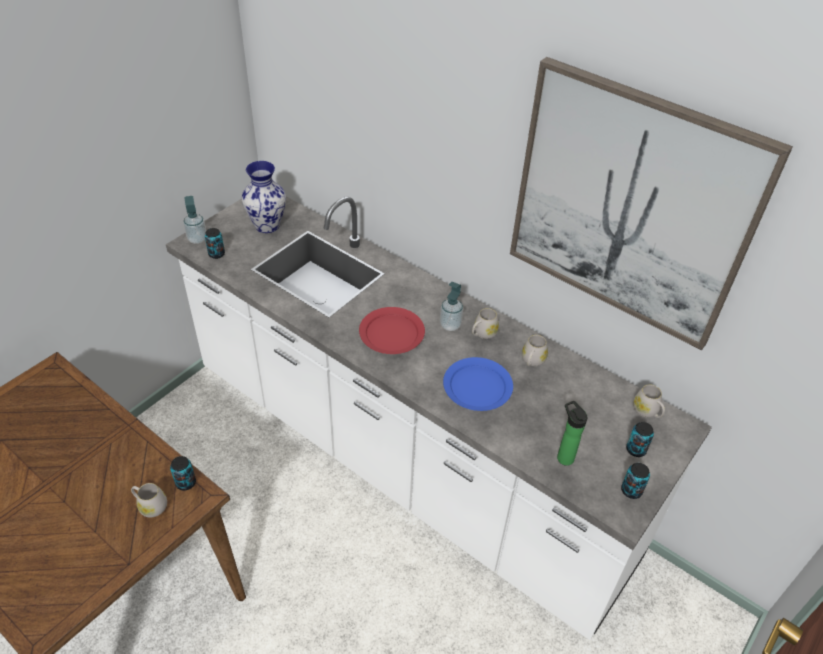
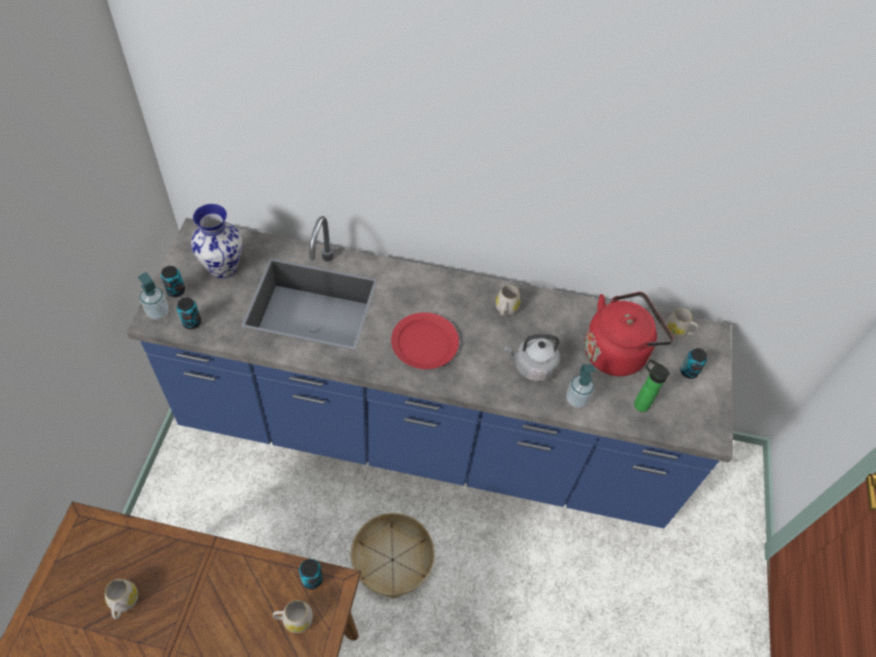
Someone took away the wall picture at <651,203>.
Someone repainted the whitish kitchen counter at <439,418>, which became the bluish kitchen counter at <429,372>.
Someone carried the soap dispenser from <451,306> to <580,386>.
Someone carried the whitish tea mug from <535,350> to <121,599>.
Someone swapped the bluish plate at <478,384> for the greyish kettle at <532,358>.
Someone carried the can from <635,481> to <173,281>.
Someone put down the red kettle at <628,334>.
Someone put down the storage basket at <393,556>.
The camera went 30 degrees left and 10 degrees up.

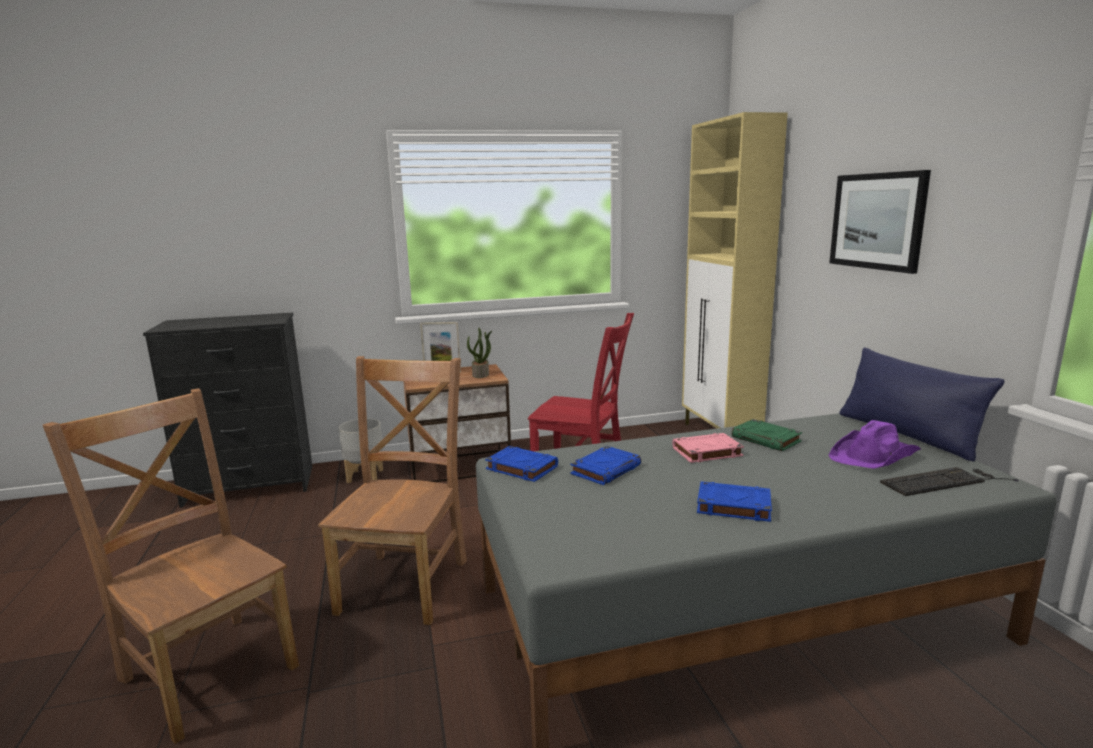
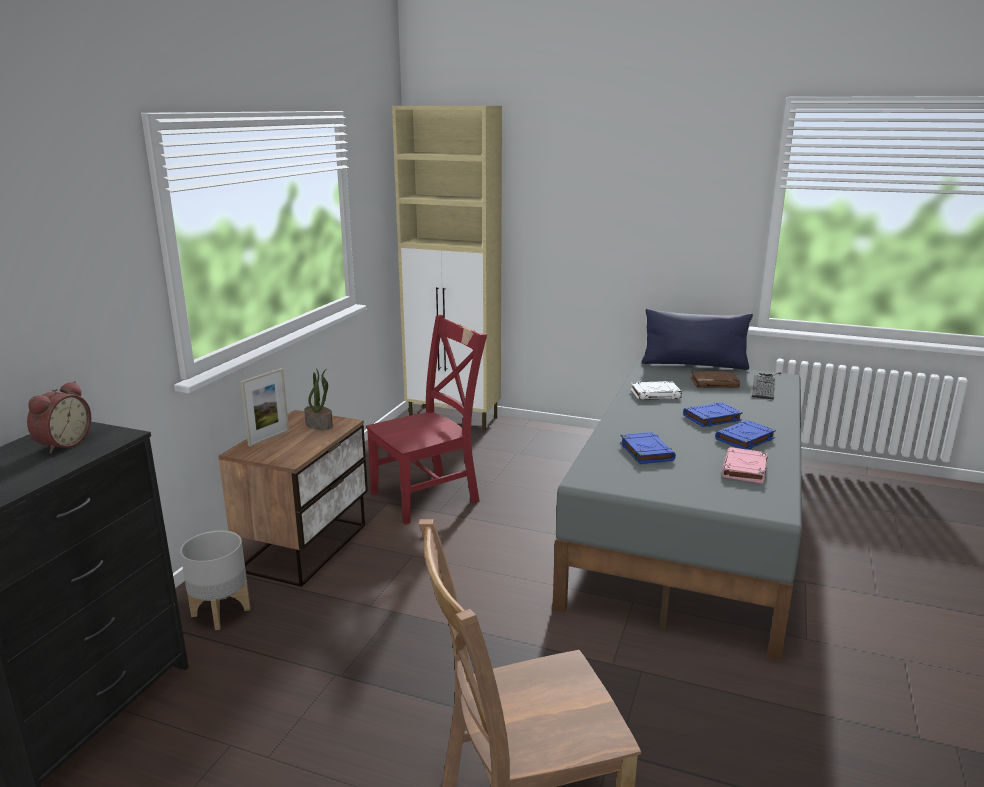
Someone took away the wall picture at <880,222>.
Someone took away the brown upright chair at <392,490>.
Someone repainted the green-coloured book at <767,435>, which became the whitish book at <656,390>.
Someone swapped the purplish hat at <875,444> for the brown book at <715,379>.
Someone carried the pink book from <708,448> to <745,465>.
Someone carried the bluish book from <521,464> to <713,414>.
Someone put down the bedside clock at <59,417>.
The camera went 55 degrees left and 5 degrees up.

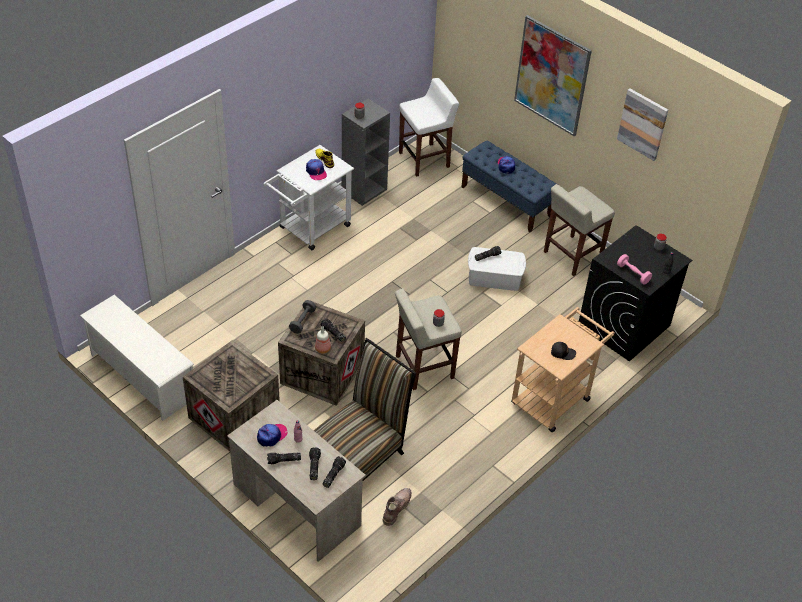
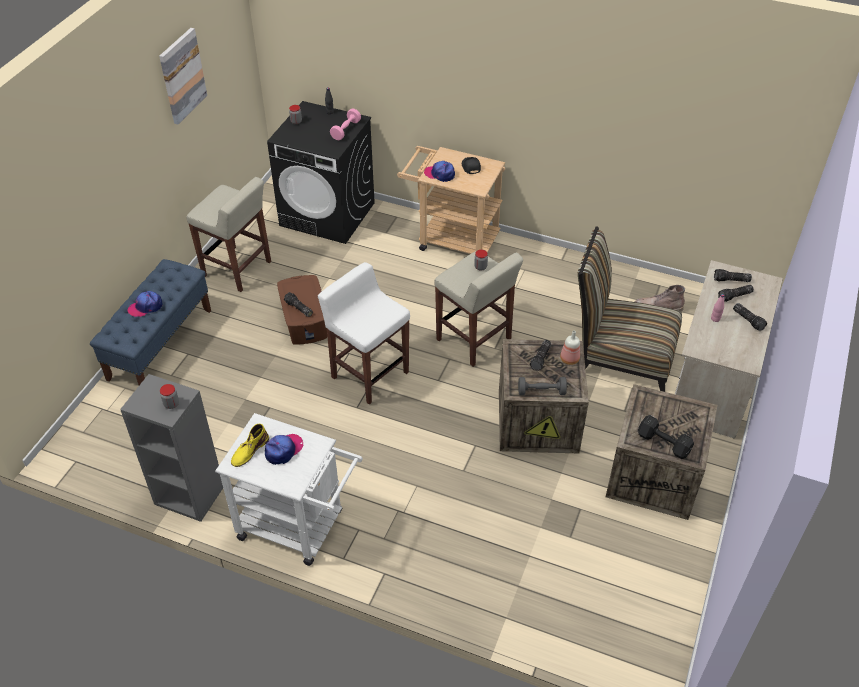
Someone took away the wall picture at <553,75>.
Someone carried the whitish sitting stool from <429,127> to <364,333>.
Someone repainted the whitish storage container at <497,269>, which became the brown storage container at <302,310>.
Someone took away the whitish shoe rack at <137,358>.
Someone carried the peaked cap from <272,435> to <439,171>.
Someone put down the black hand weight at <666,437>.
The camera went 110 degrees left and 0 degrees up.

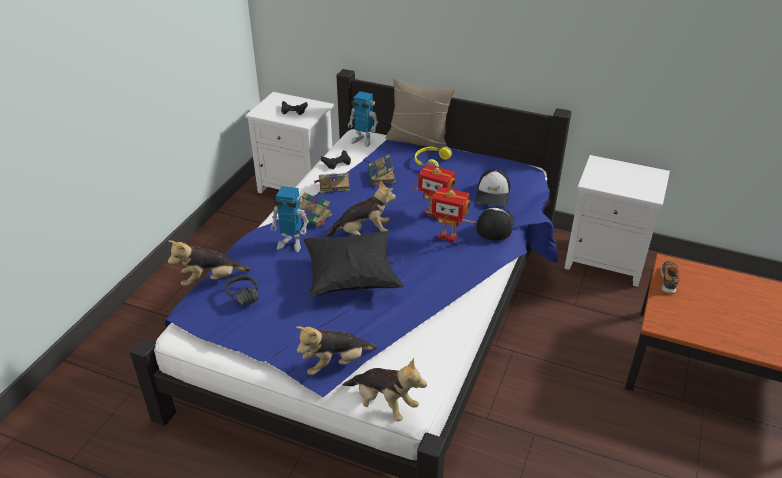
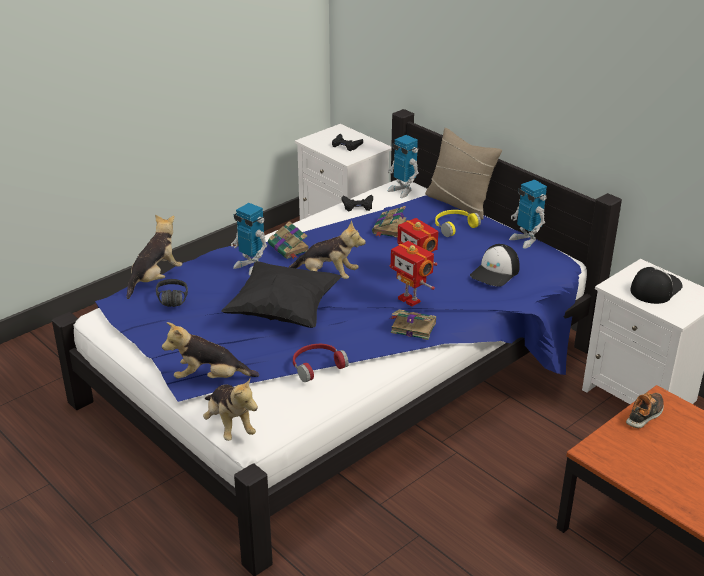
Someone carried the book from <332,183> to <413,324>.
Someone carried the peaked cap from <495,224> to <656,285>.
Someone rotated the plush toy at <209,263> by 120 degrees clockwise.
Someone put down the toy robot at <528,214>.
Someone put down the red pair of headphones at <321,363>.
The camera went 25 degrees right and 5 degrees down.

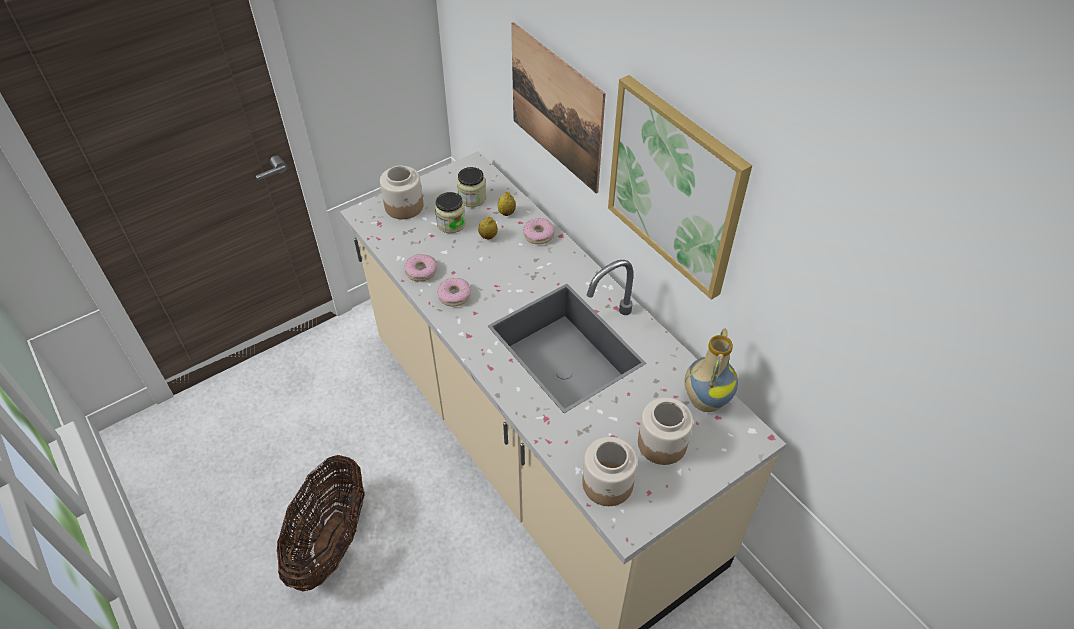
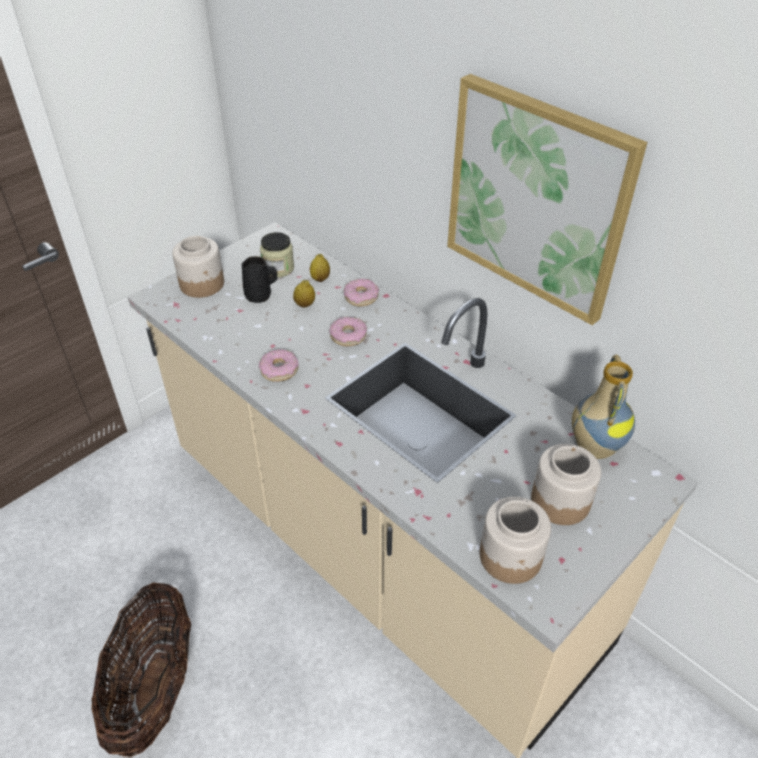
Someone took away the wall picture at <558,107>.
Someone swapped the storage jar at <450,212> for the black tea mug at <260,279>.
Someone carried the donut from <420,267> to <348,331>.
The camera went 10 degrees left and 5 degrees down.

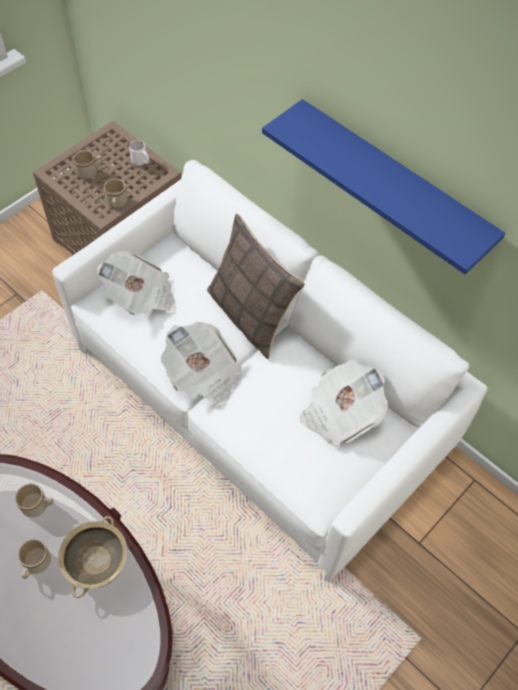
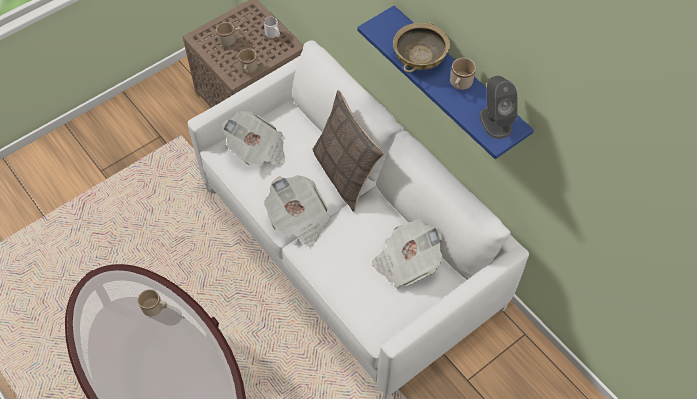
Someone carried the beige-coloured serving bowl from <92,557> to <421,47>.
Someone carried the beige-coloured tea mug from <34,559> to <463,74>.
Someone put down the greyish speaker at <498,107>.
The camera went 10 degrees right and 0 degrees up.

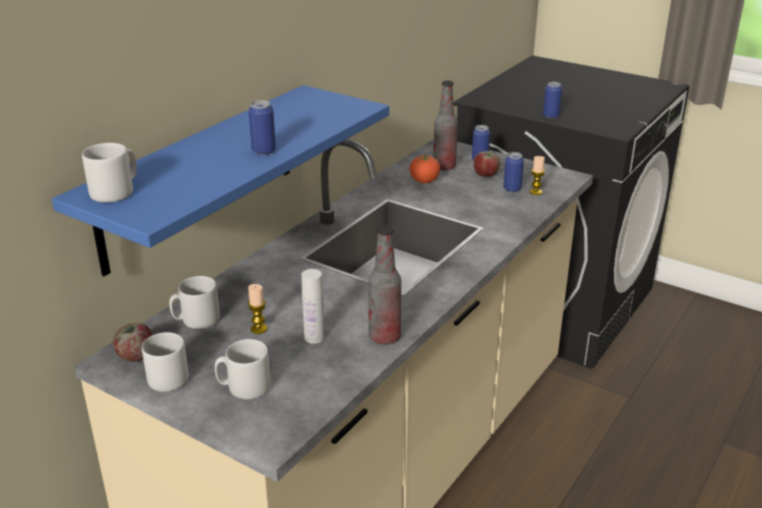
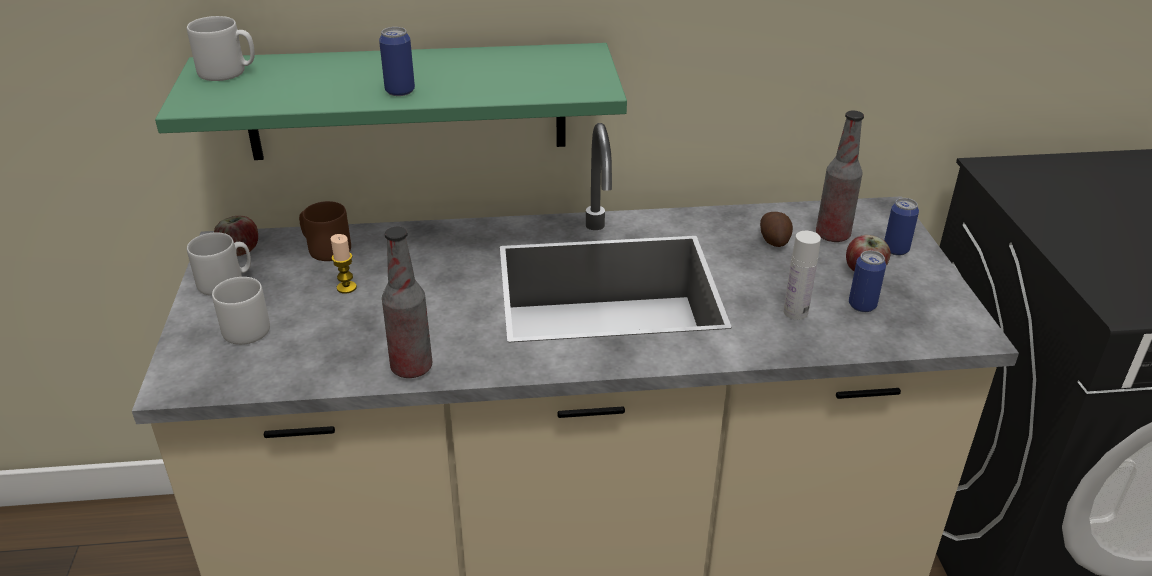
Someone took away the can at <552,100>.
Someone repainted the bluish shelf at <220,180>, which became the green-coloured shelf at <391,101>.
Someone swapped the whole tomato at <424,168> for the spud at <776,229>.
Someone took away the wax candle at <537,175>.
Someone carried the whitish beverage bottle from <313,306> to <802,275>.
Someone repainted the greyish tea mug at <194,302>, which became the brown tea mug at <325,231>.
The camera went 50 degrees right and 5 degrees up.

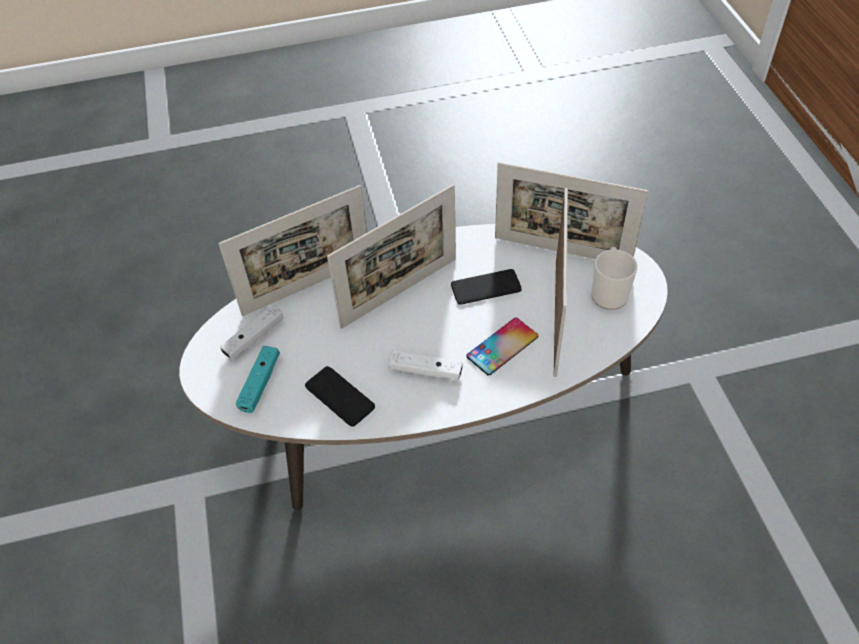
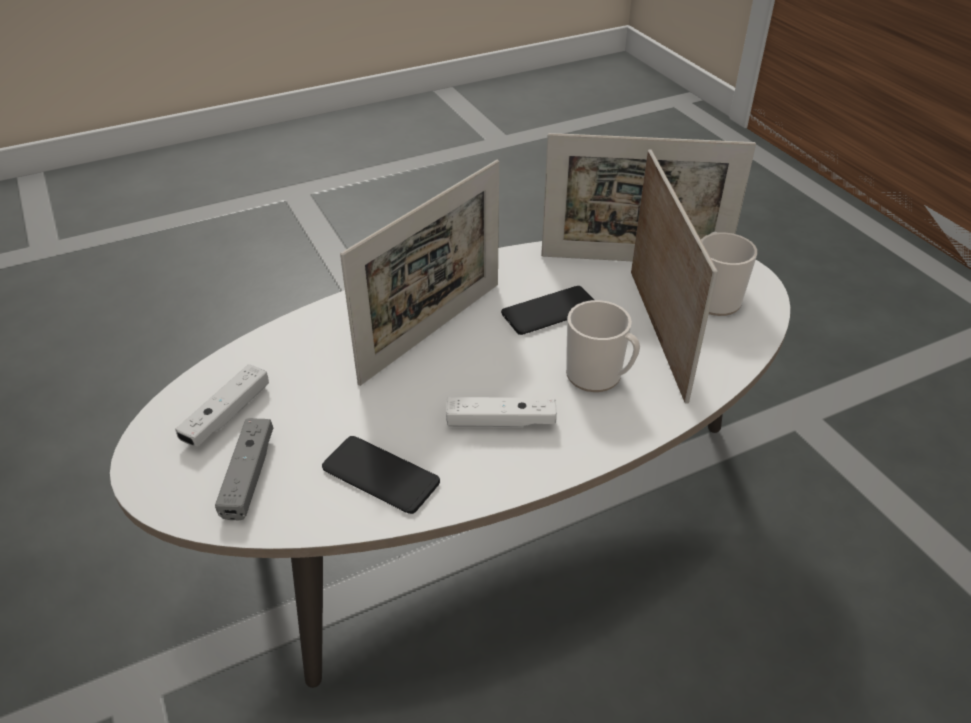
Someone took away the photo frame at <292,250>.
Someone swapped the phone at <502,347> for the tea mug at <603,346>.
Someone repainted the turquoise gamepad at <258,379>, which became the greyish gamepad at <244,469>.
The camera went 15 degrees left and 10 degrees down.

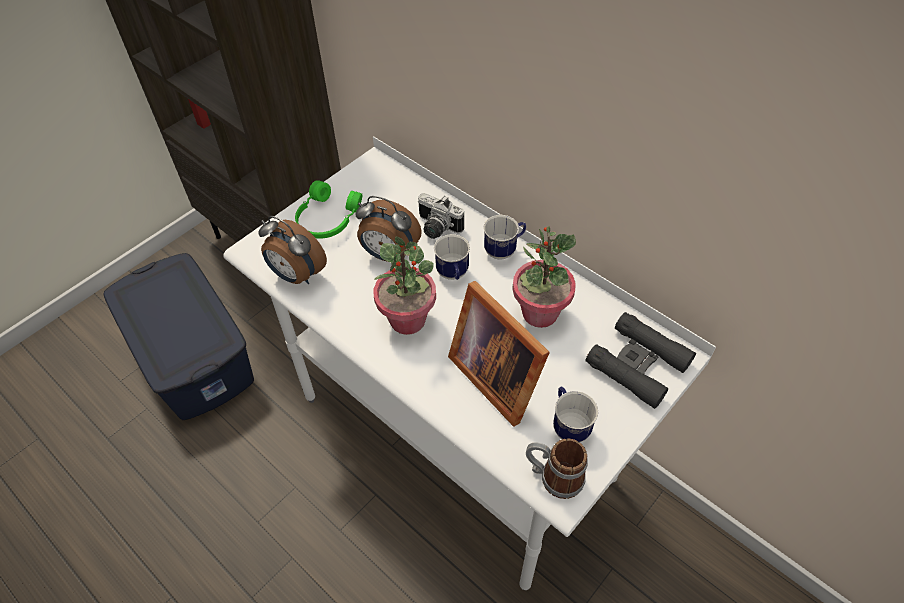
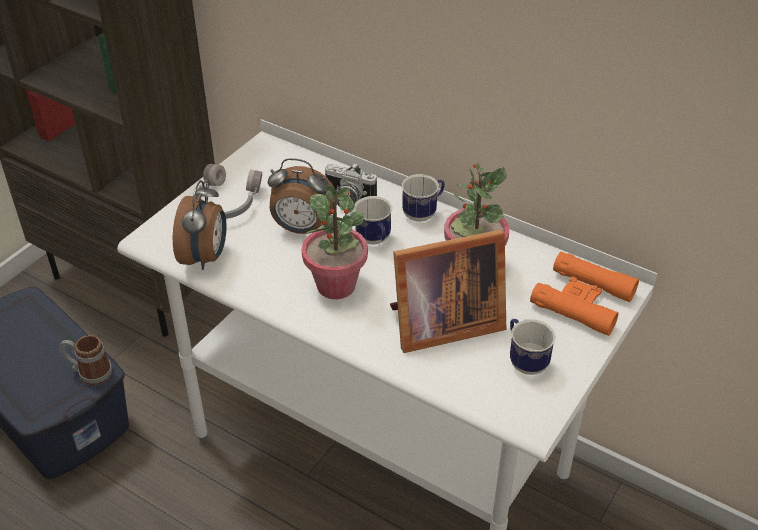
Someone repainted the green-coloured pair of headphones at <328,209>, which became the greyish pair of headphones at <228,191>.
Someone rotated the bedside clock at <292,250> by 105 degrees counterclockwise.
Someone rotated the photo frame at <499,354> by 60 degrees counterclockwise.
Someone repainted the black pair of binoculars at <640,360>, which became the orangey pair of binoculars at <584,294>.
Someone carried the tea mug from <557,468> to <85,360>.
The camera went 10 degrees left and 10 degrees down.

